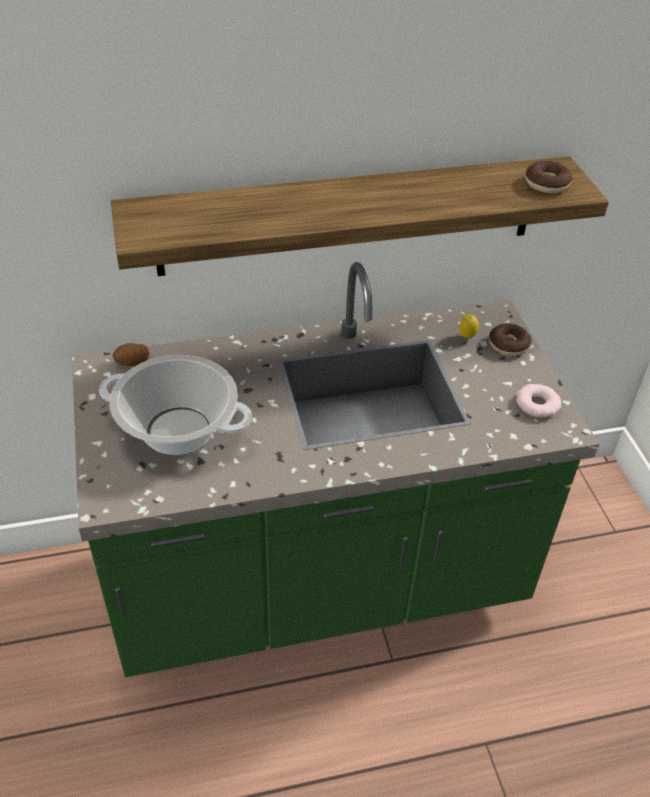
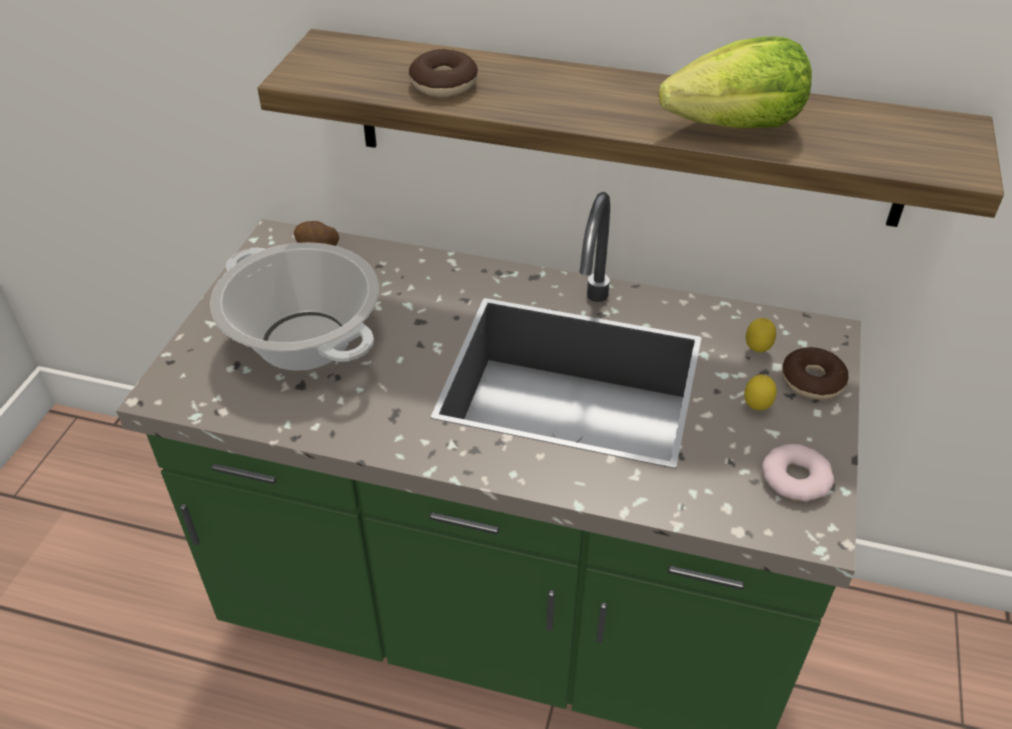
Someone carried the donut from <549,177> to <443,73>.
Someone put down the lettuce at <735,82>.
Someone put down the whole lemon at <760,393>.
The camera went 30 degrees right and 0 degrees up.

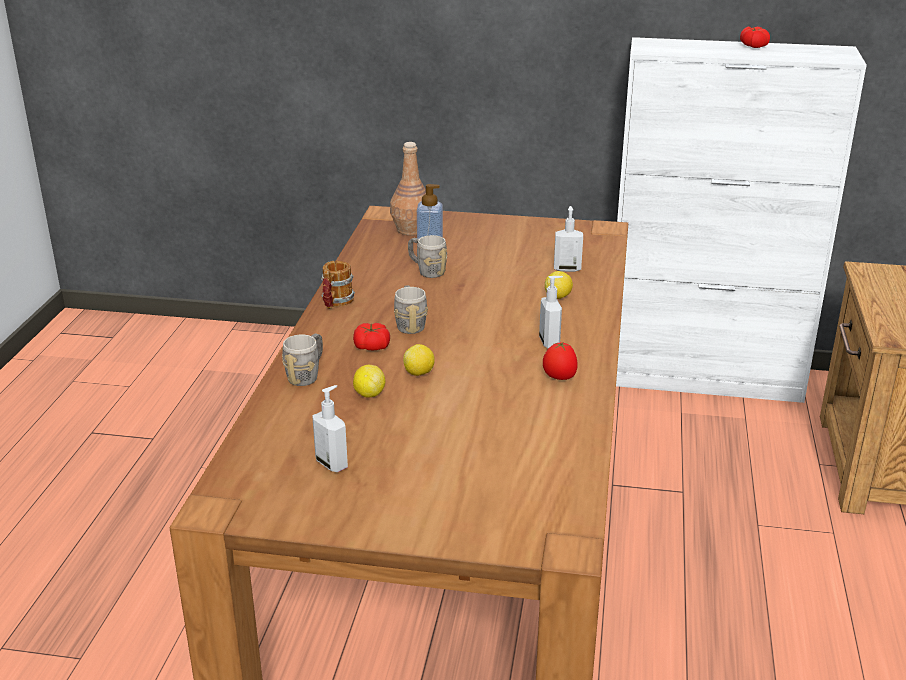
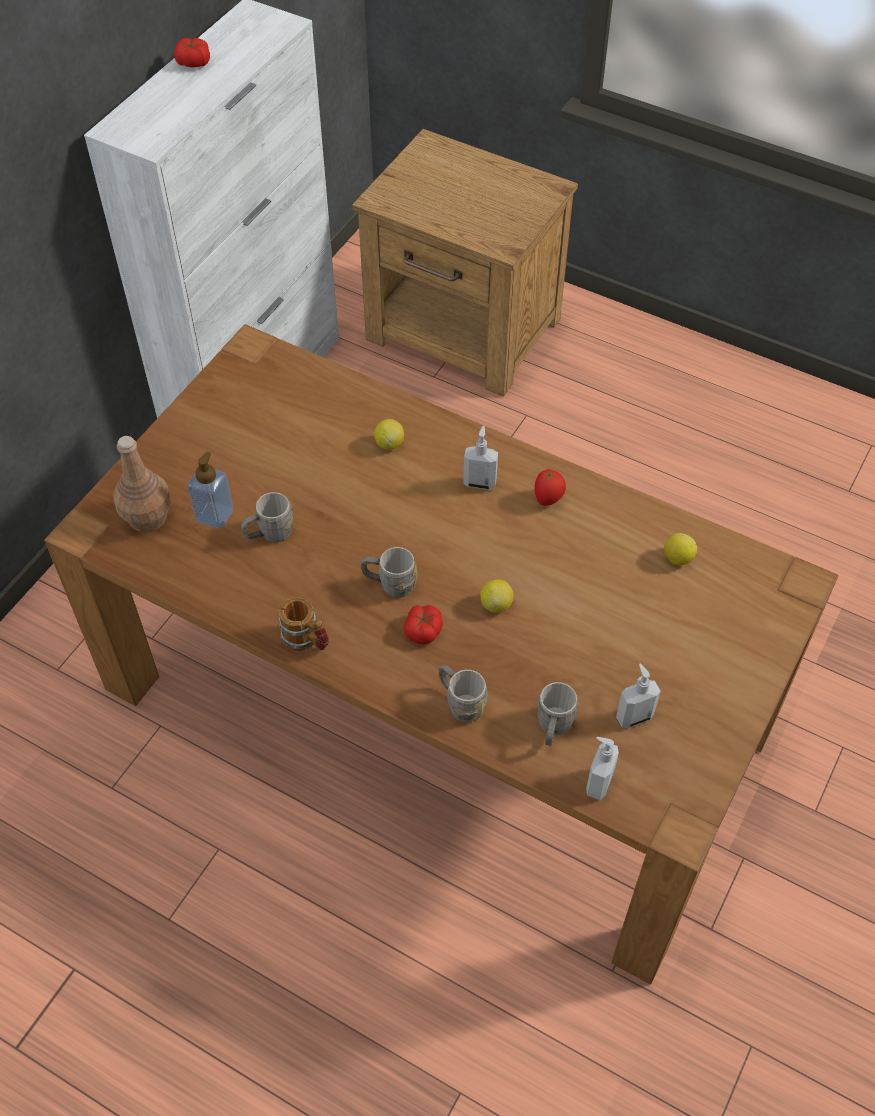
Someone carried the soap dispenser from <568,239> to <602,768>.
Someone carried the whole lemon from <369,381> to <680,549>.
Someone put down the greyish tea mug at <558,714>.
The camera went 70 degrees left and 25 degrees up.

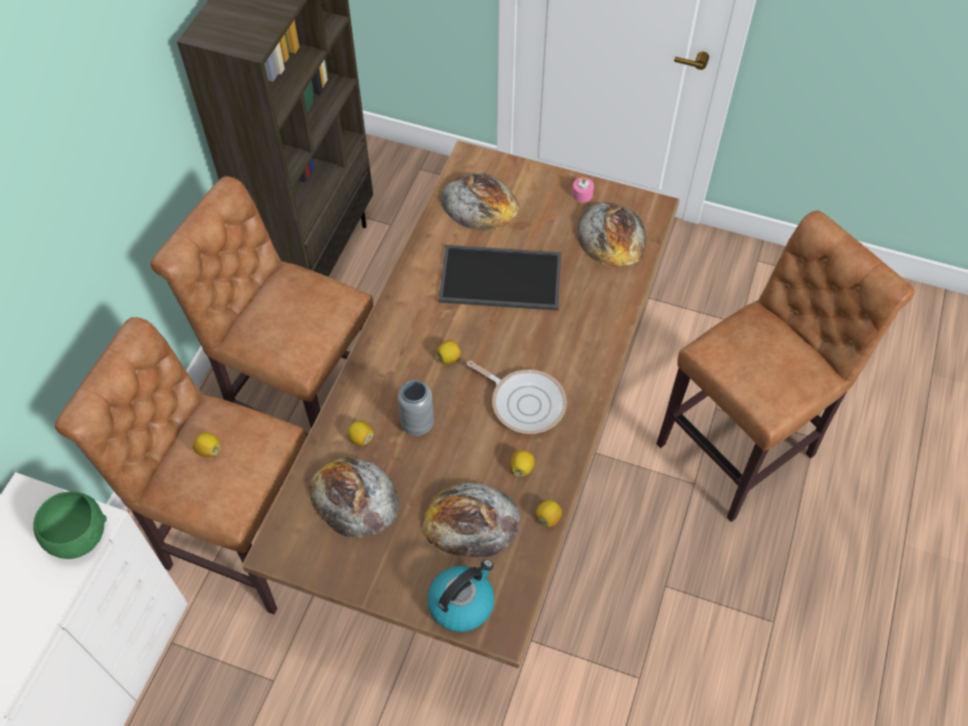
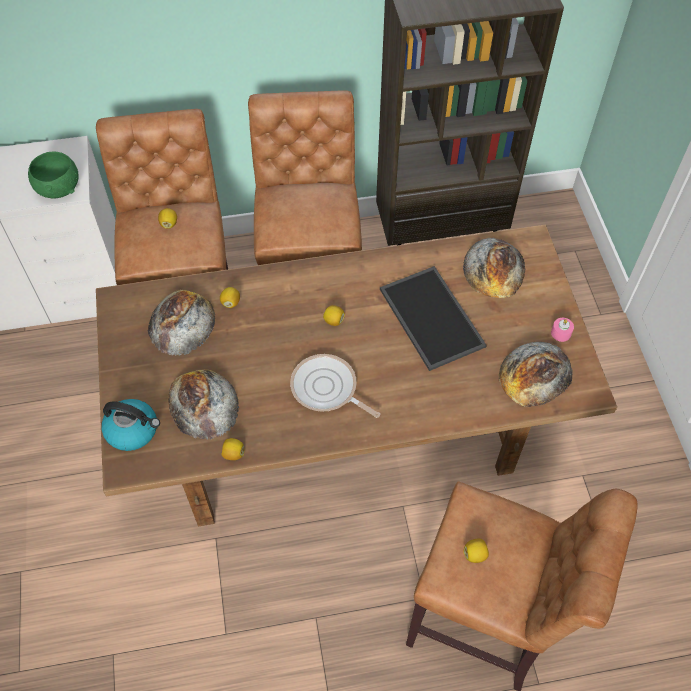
Someone rotated the skillet at <517,397> by 120 degrees clockwise.
Someone took away the greyish decorative vase at <415,408>.
Someone carried the whole lemon from <522,463> to <476,551>.
The camera went 60 degrees right and 0 degrees up.

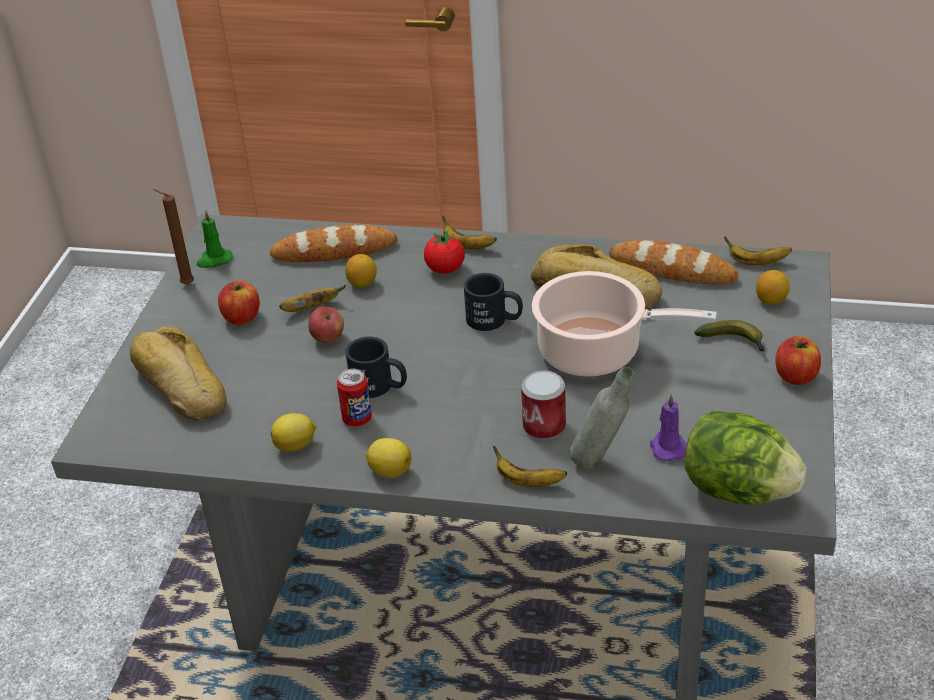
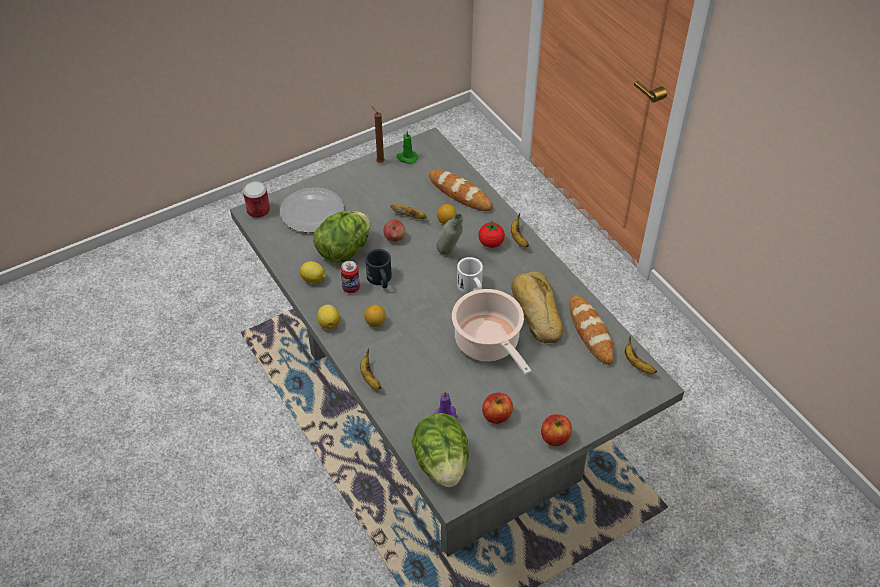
Someone carried the whole lemon from <773,287> to <375,316>.
Someone repainted the black tea mug at <493,302>, which became the whitish tea mug at <470,275>.
Someone carried the apple fruit from <239,302> to <497,408>.
Someone took away the banana fruit at <729,336>.
Someone swapped the bakery bread at <178,373> for the plate at <312,210>.
Someone carried the greyish beverage bottle from <602,418> to <449,234>.
Someone carried the can from <543,405> to <256,199>.
Someone put down the lettuce at <342,237>.
The camera went 45 degrees right and 10 degrees up.

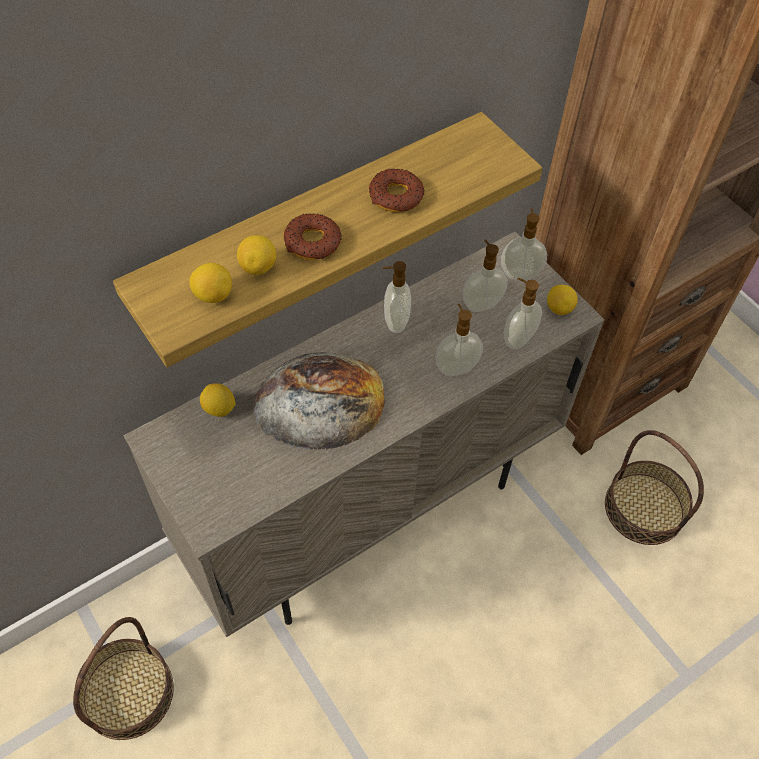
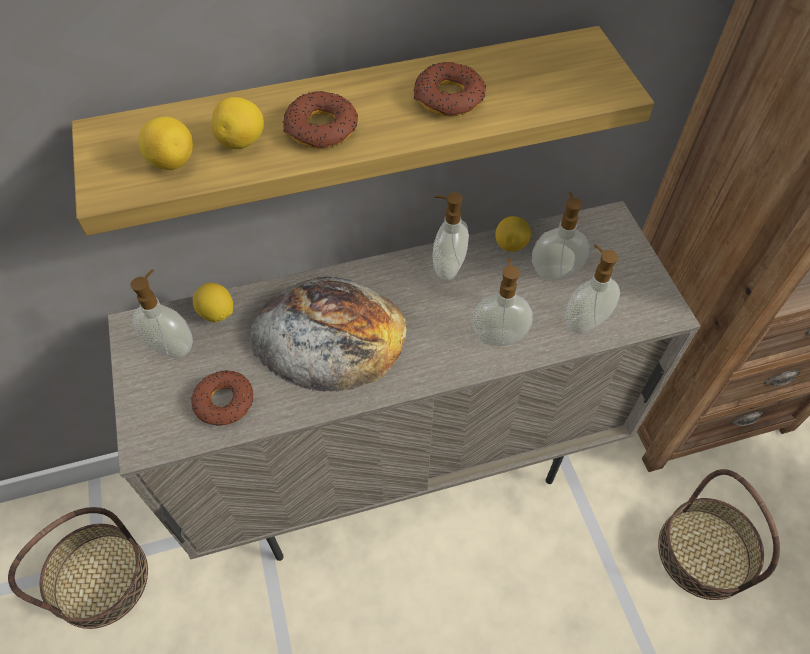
Someone carried the soap dispenser from <524,244> to <162,314>.
Someone carried the whole lemon from <562,300> to <513,234>.
Someone put down the donut at <222,398>.
The camera went 20 degrees right and 0 degrees up.

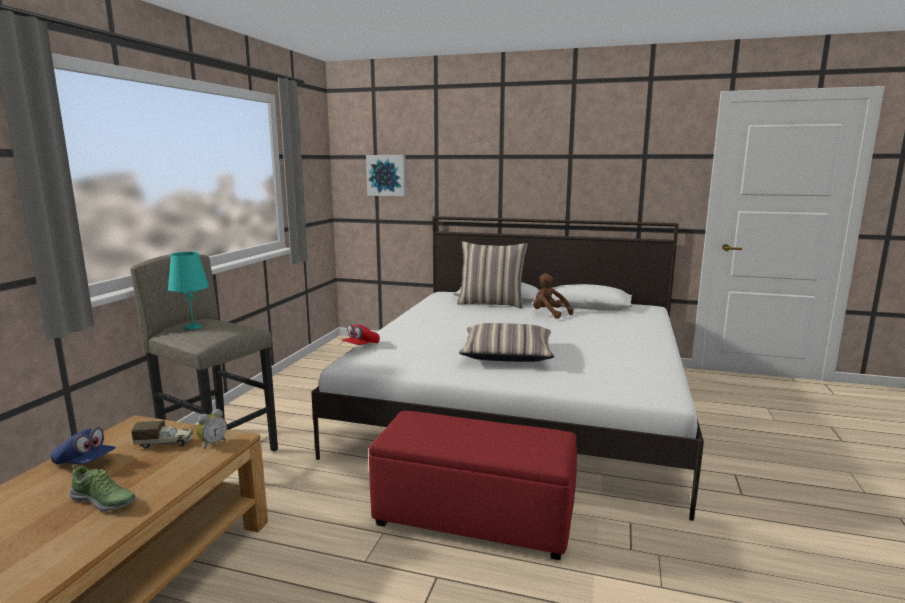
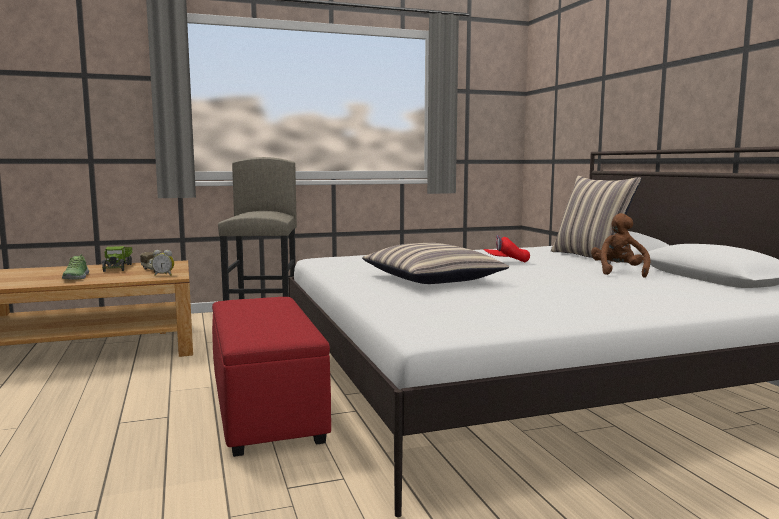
Someone took away the wall picture at <386,175>.
Someone took away the turquoise tabletop lamp at <188,291>.
Someone carried the red peaked cap from <360,334> to <506,248>.
Someone swapped the bluish peaked cap at <83,445> for the toy truck at <117,259>.
The camera went 55 degrees right and 5 degrees down.

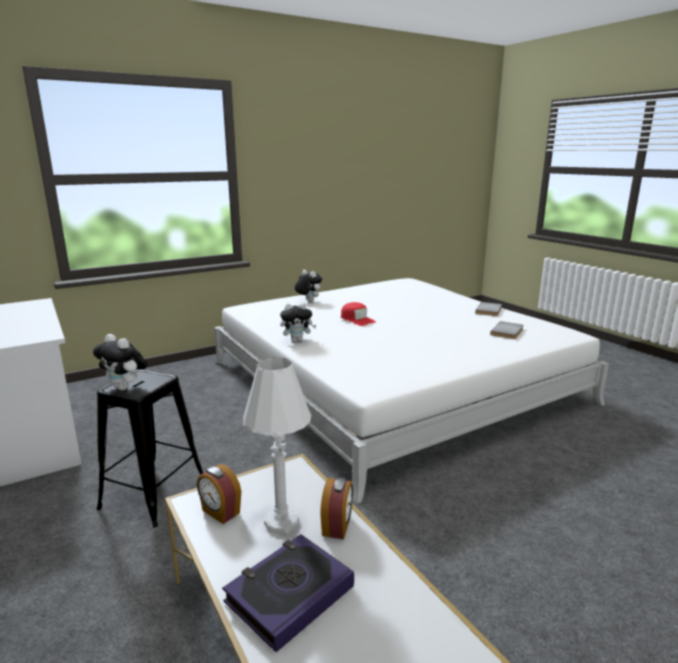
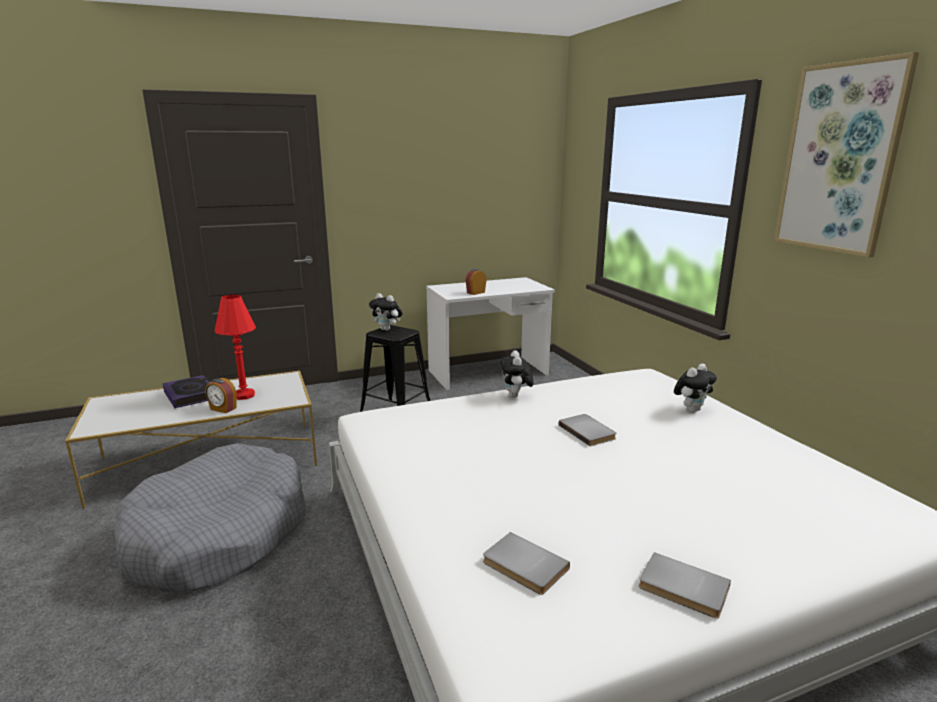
Someone swapped the red peaked cap at <358,314> for the greyish book at <587,430>.
Someone rotated the plush toy at <120,362> by 105 degrees counterclockwise.
Someone repainted the whitish tabletop lamp at <277,445>, which became the red tabletop lamp at <235,347>.
Someone carried the bedside clock from <219,494> to <476,282>.
Someone put up the wall picture at <846,155>.
Someone put down the greyish dog cushion at <210,517>.
The camera went 100 degrees right and 0 degrees up.

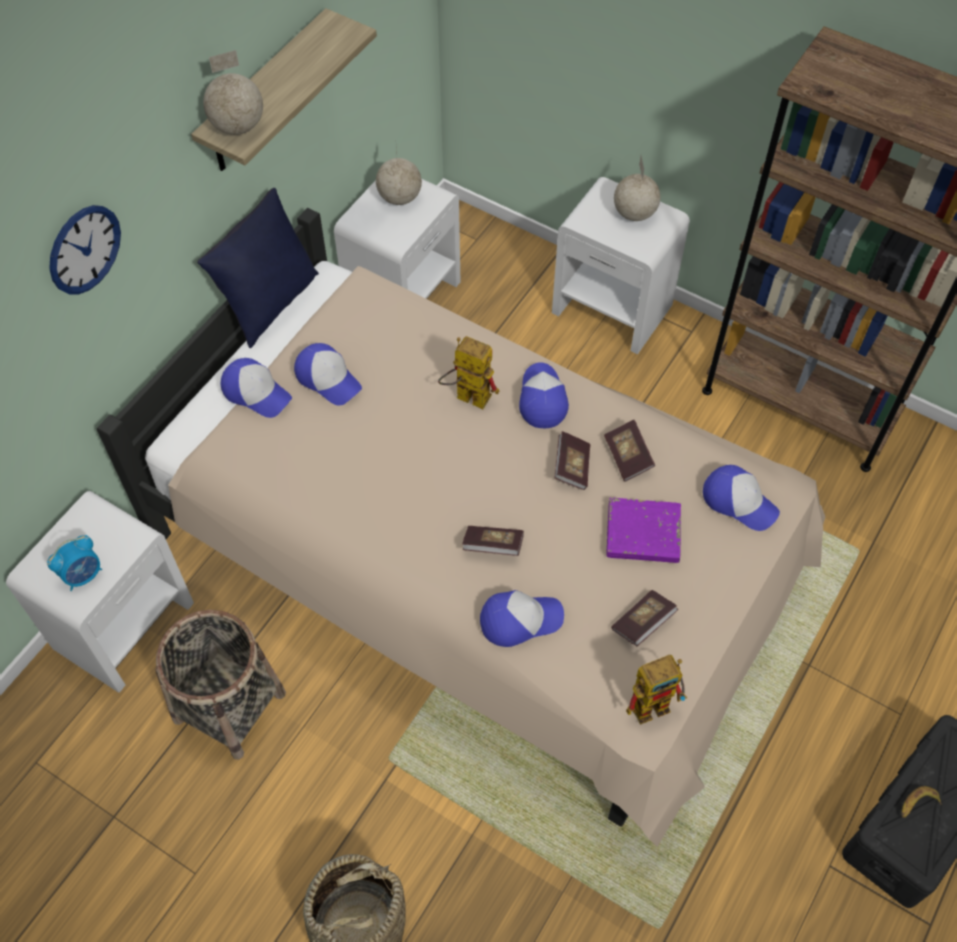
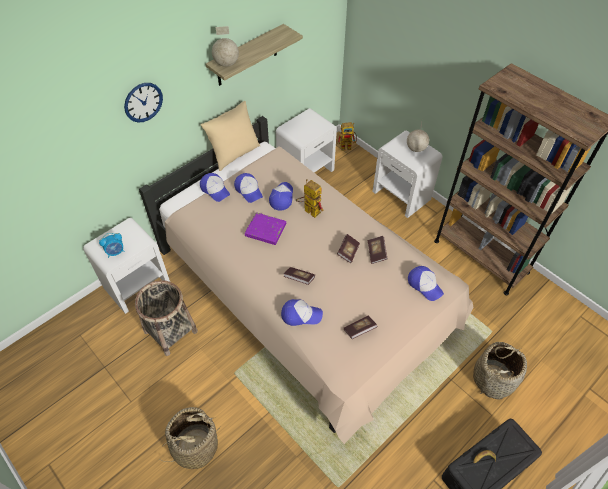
Someone took away the world globe at <399,176>.
Someone repainted the bluish cushion at <258,268>, which became the beige-coloured cushion at <230,136>.
Someone carried the peaked cap from <544,395> to <281,196>.
Someone carried the purplish book from <643,530> to <265,228>.
Someone carried the toy robot from <656,690> to <347,136>.
Someone put down the storage basket at <500,370>.
The camera went 15 degrees right and 5 degrees down.

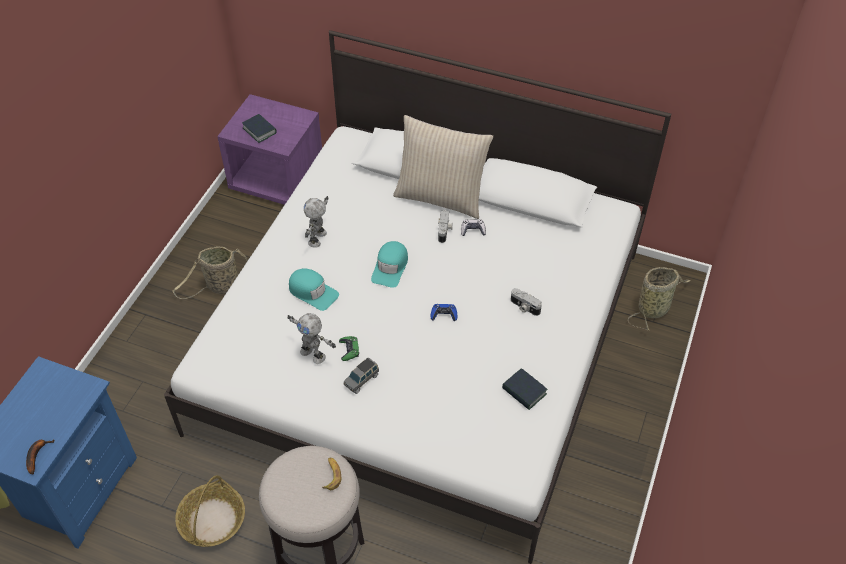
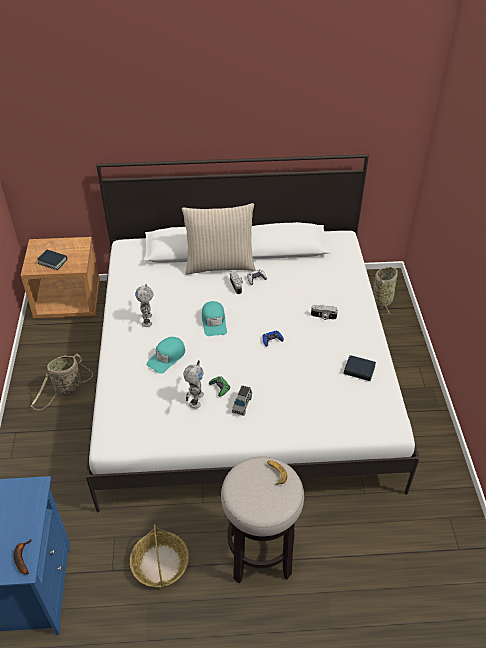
Someone repainted the purplish night table at <269,149>, which became the brown night table at <60,277>.
Someone rotated the turquoise peaked cap at <314,290> by 120 degrees clockwise.
Someone rotated the toy robot at <312,338> by 90 degrees counterclockwise.
The camera went 25 degrees left and 5 degrees down.

